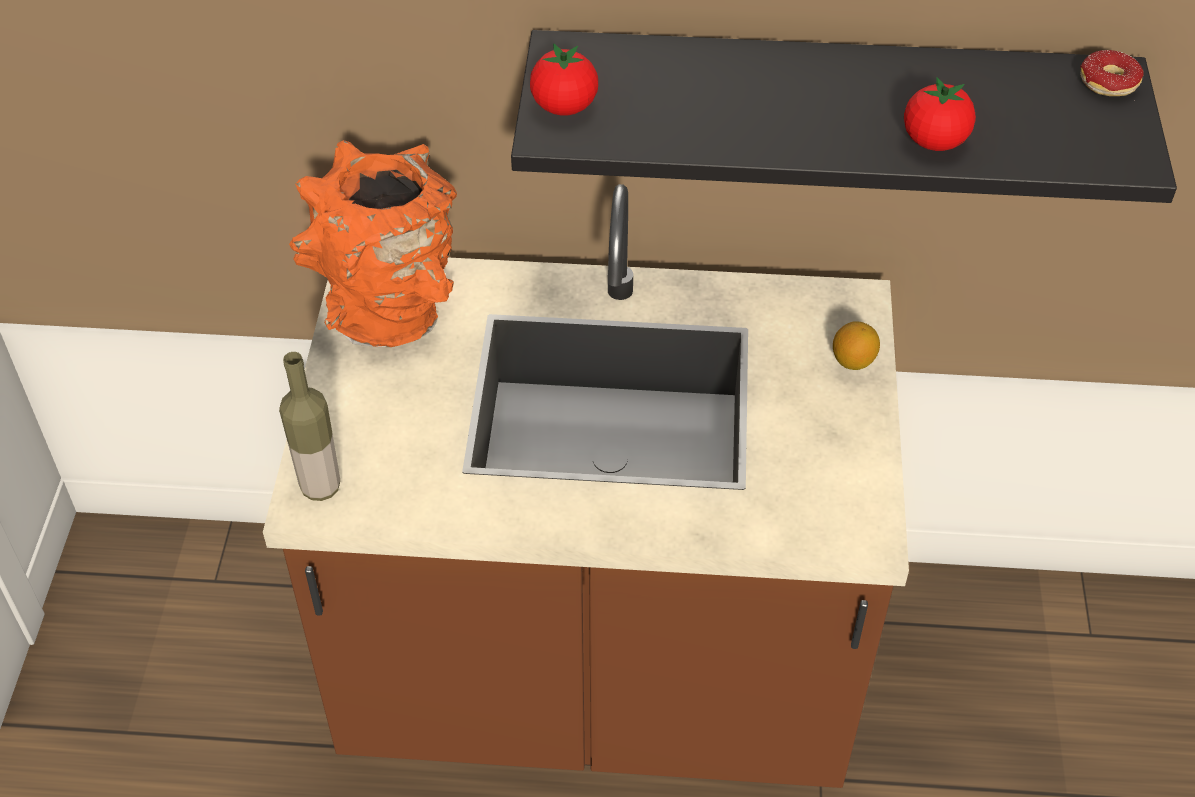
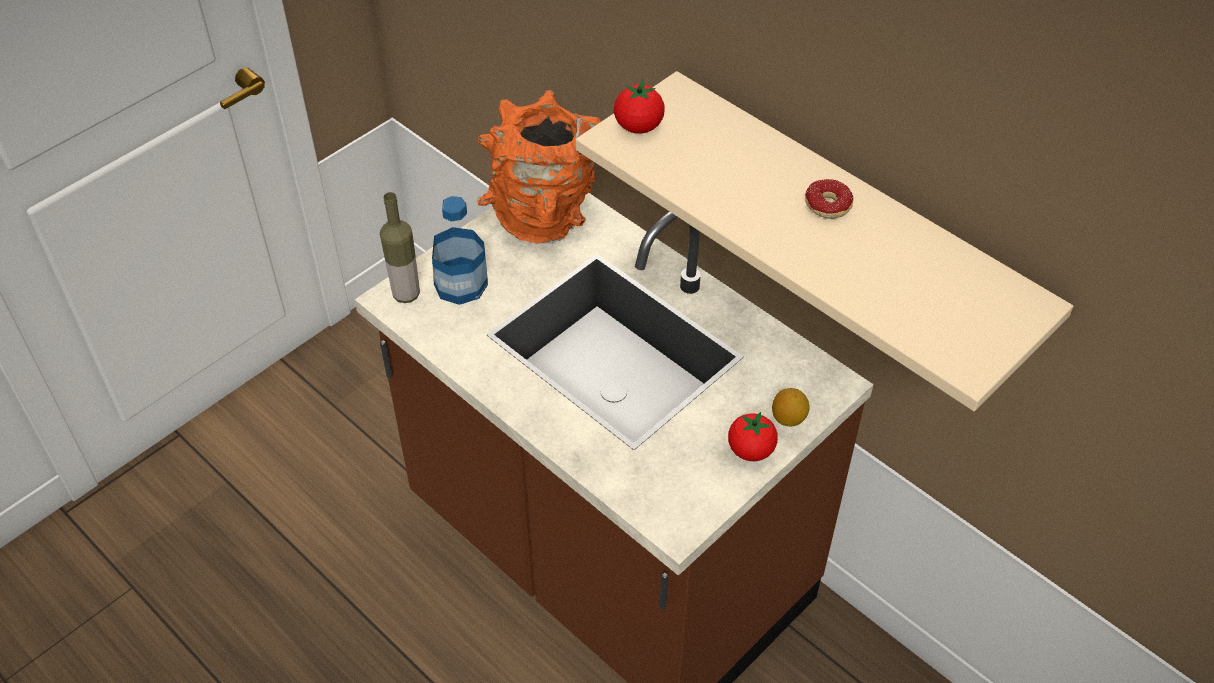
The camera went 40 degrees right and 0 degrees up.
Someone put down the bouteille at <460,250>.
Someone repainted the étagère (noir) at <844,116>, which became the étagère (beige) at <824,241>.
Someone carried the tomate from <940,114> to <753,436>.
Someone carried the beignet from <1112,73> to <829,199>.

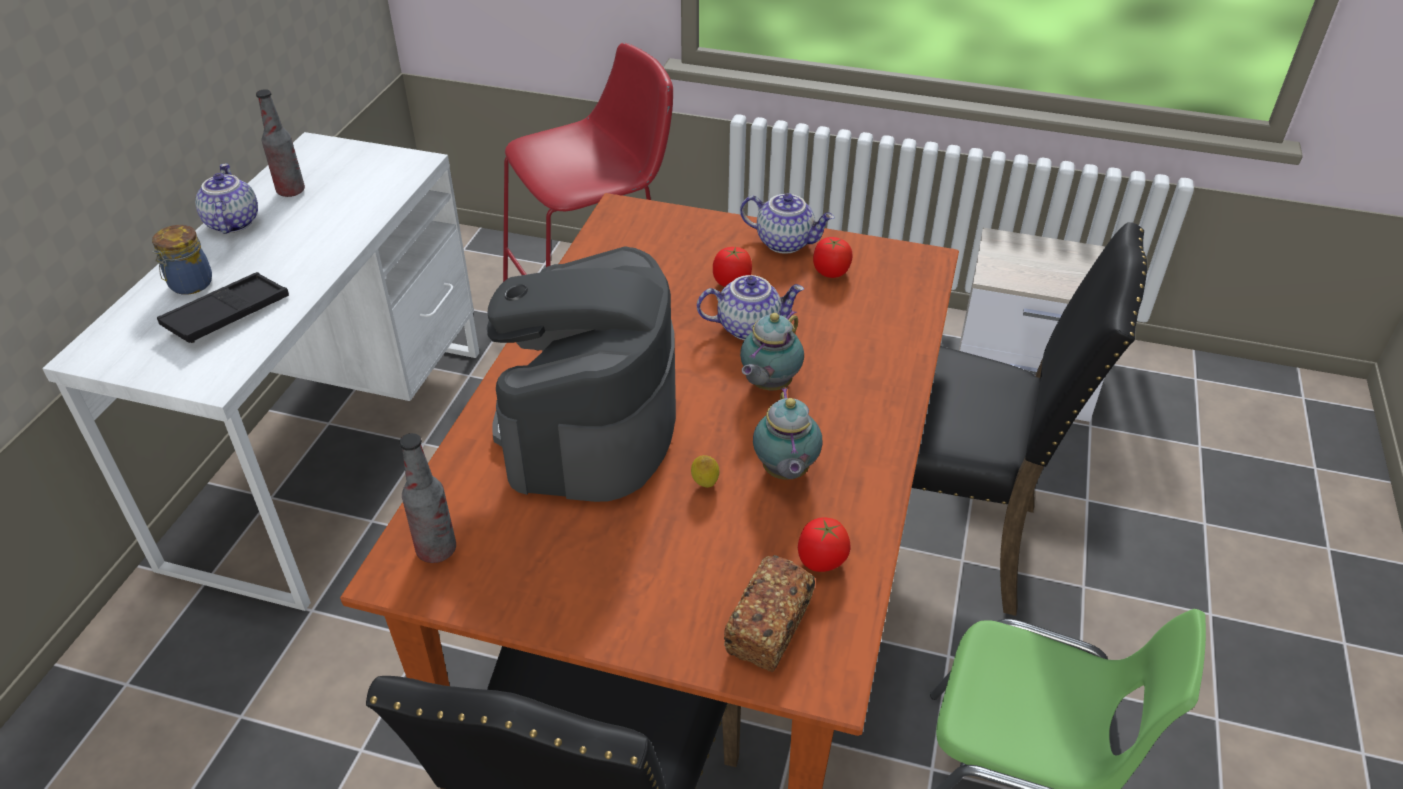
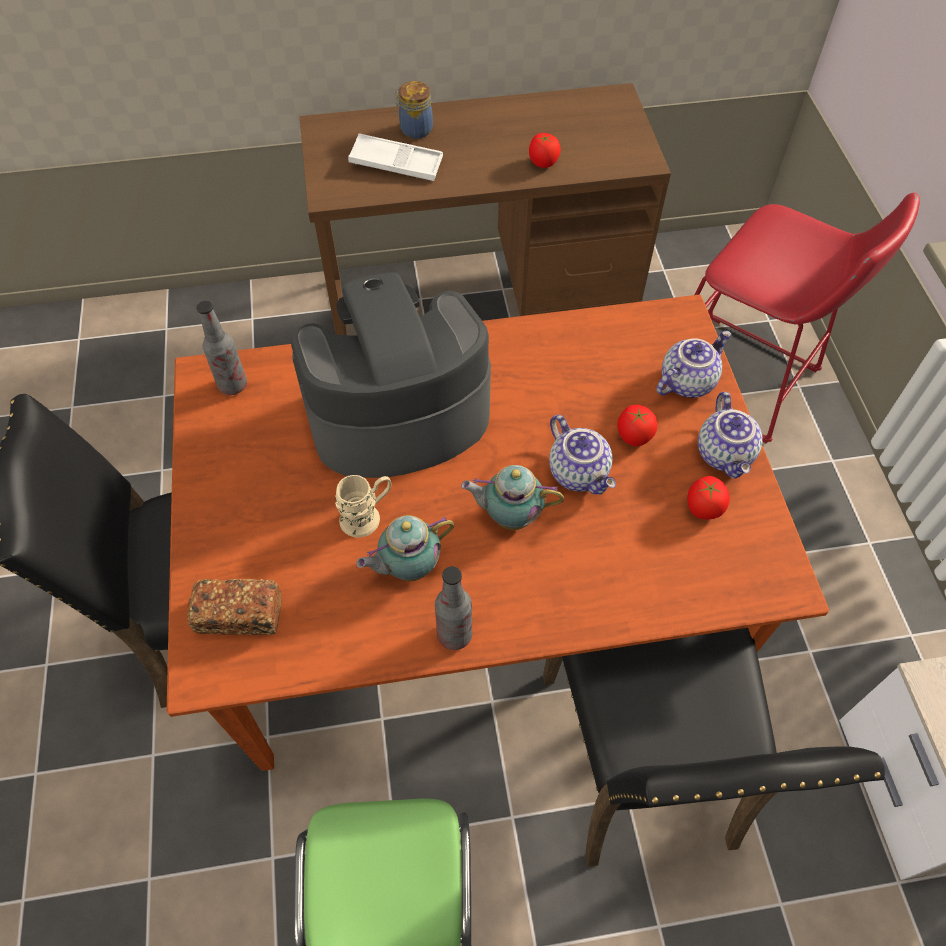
The camera went 65 degrees right and 15 degrees up.
Someone repainted the bureau (blanc) at <260,371>, which became the bureau (marron) at <485,209>.
Someone swapped the citron at <705,471> for the mug (beige) at <363,506>.
Someone repainted the plateau (noir) at <223,307>, which became the plateau (blanc) at <395,157>.
Someone carried the bouteille from <280,143> to <453,608>.
Someone carried the tomate from <824,544> to <545,150>.
Someone carried the théière from <226,198> to <693,364>.

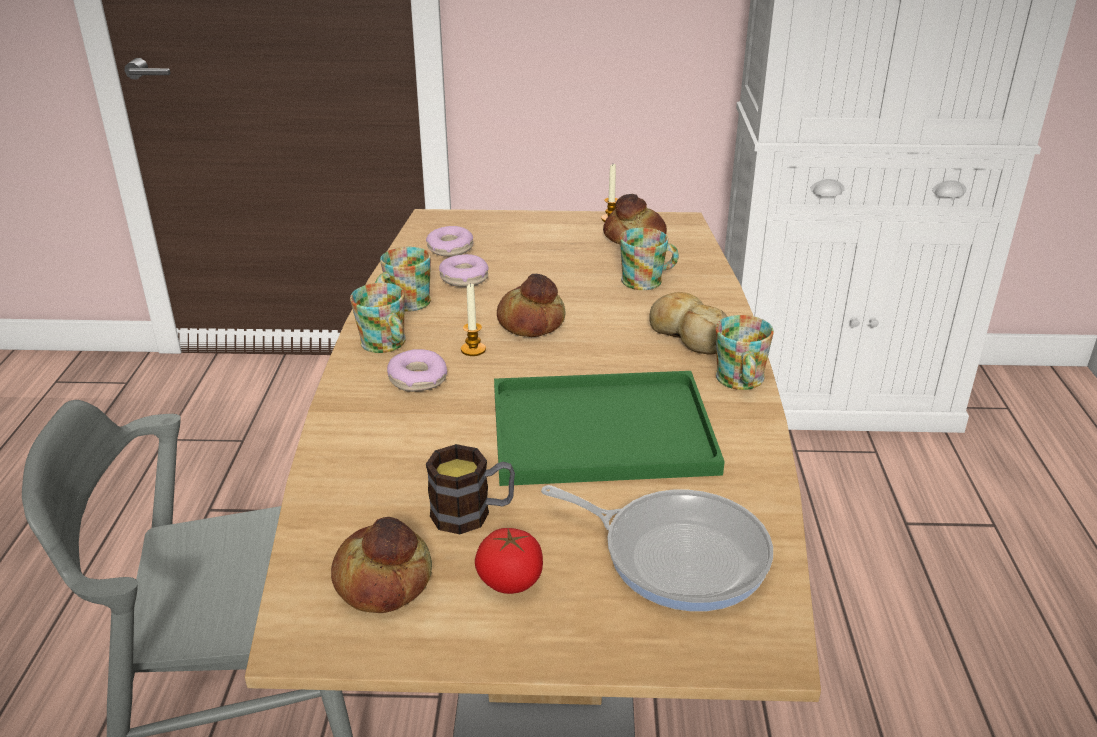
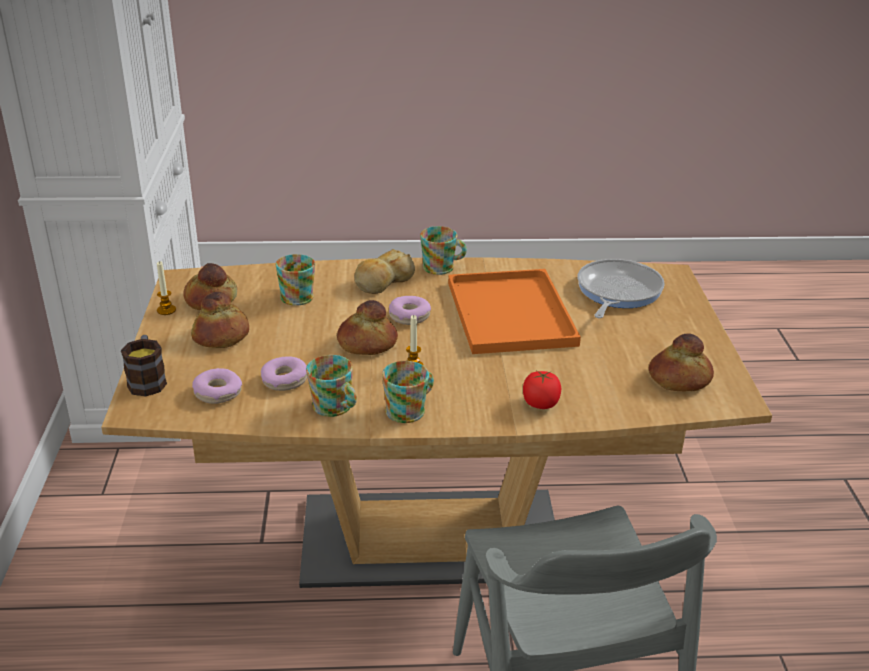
The camera went 95 degrees left and 0 degrees up.
Someone carried the mug from <470,489> to <144,366>.
Someone put down the pain at <220,320>.
Someone carried the beignet from <417,370> to <410,310>.
Someone repainted the plateau (vert) at <609,428>, which became the plateau (orange) at <514,311>.
Someone carried the tomate from <509,561> to <542,390>.

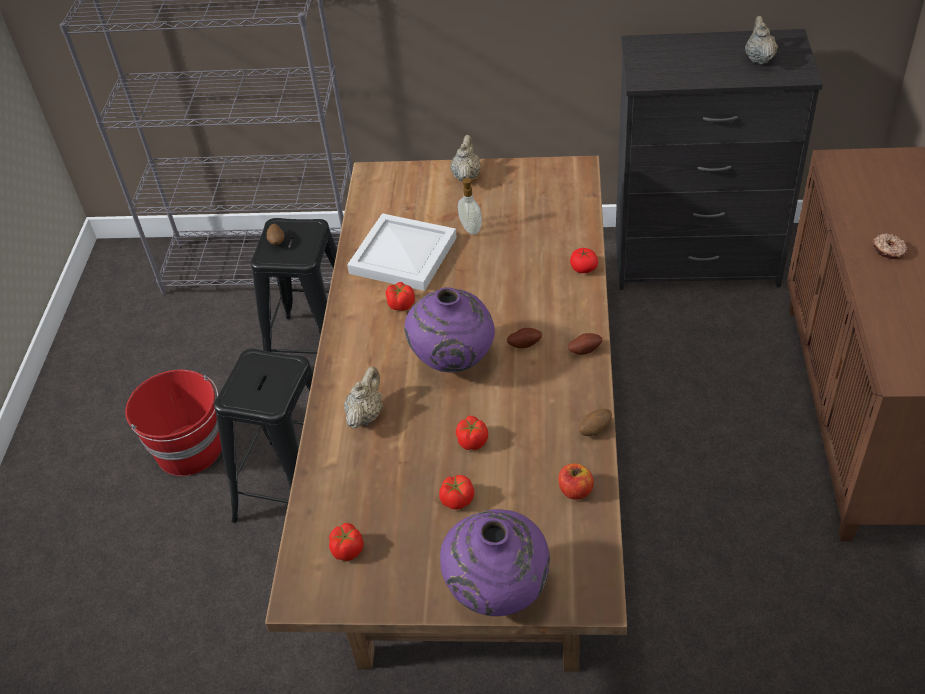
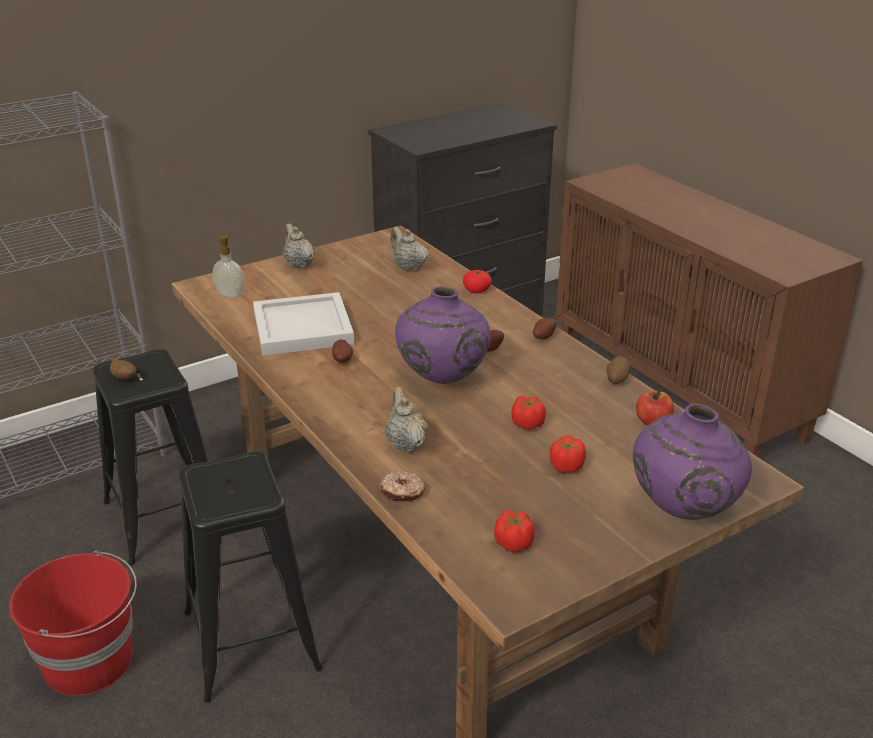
The camera went 40 degrees left and 15 degrees down.
Someone carried the distributeur de savon from <470,206> to <228,266>.
Someone swapped the tomate at <400,296> for the pomme de terre at <342,350>.
Someone carried the beignet from <890,246> to <402,486>.
Someone carried the théière (beige) from <761,40> to <409,248>.

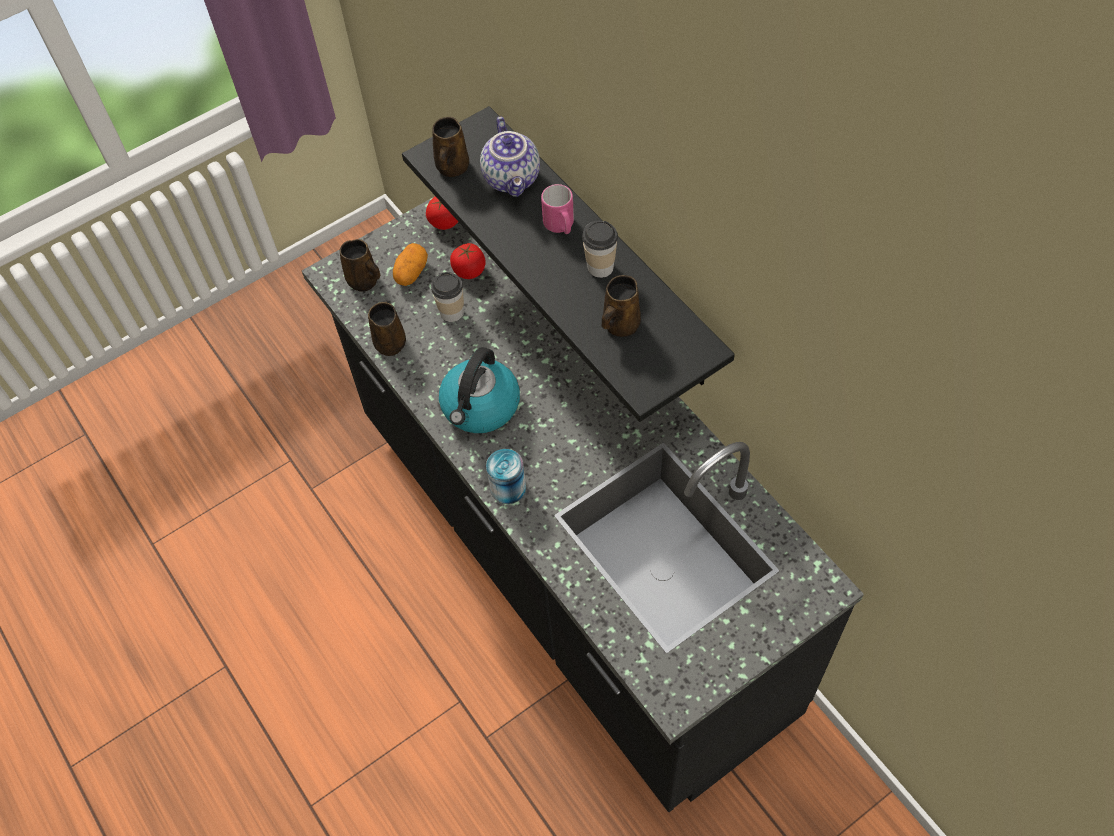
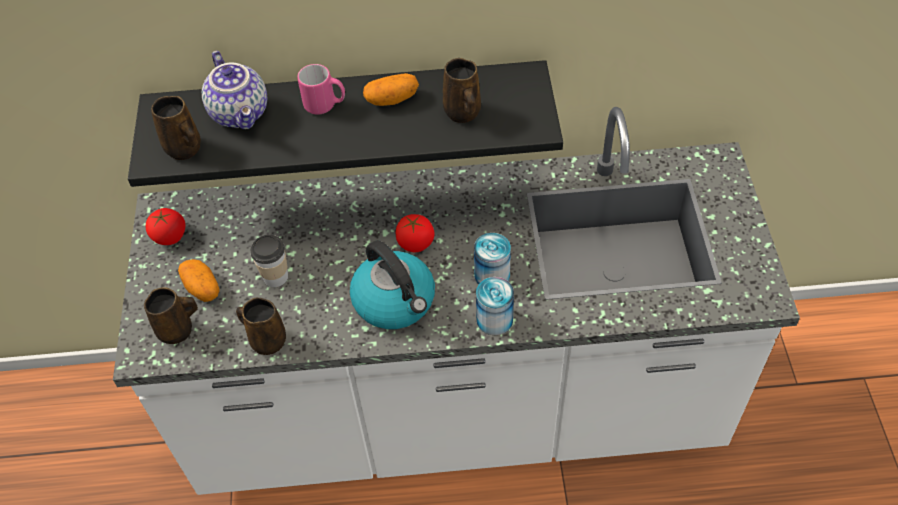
The camera went 60 degrees left and 5 degrees down.
Someone repainted the comptoir de cuisine (noir) at <583,504>, which became the comptoir de cuisine (blanc) at <456,301>.
Someone rotated the théière at <510,157> by 45 degrees clockwise.
Someone swapped the tasse at <600,249> for the pomme de terre at <391,89>.
Someone carried the tomate from <467,261> to <415,233>.
Someone put down the boîte métallique at <492,259>.

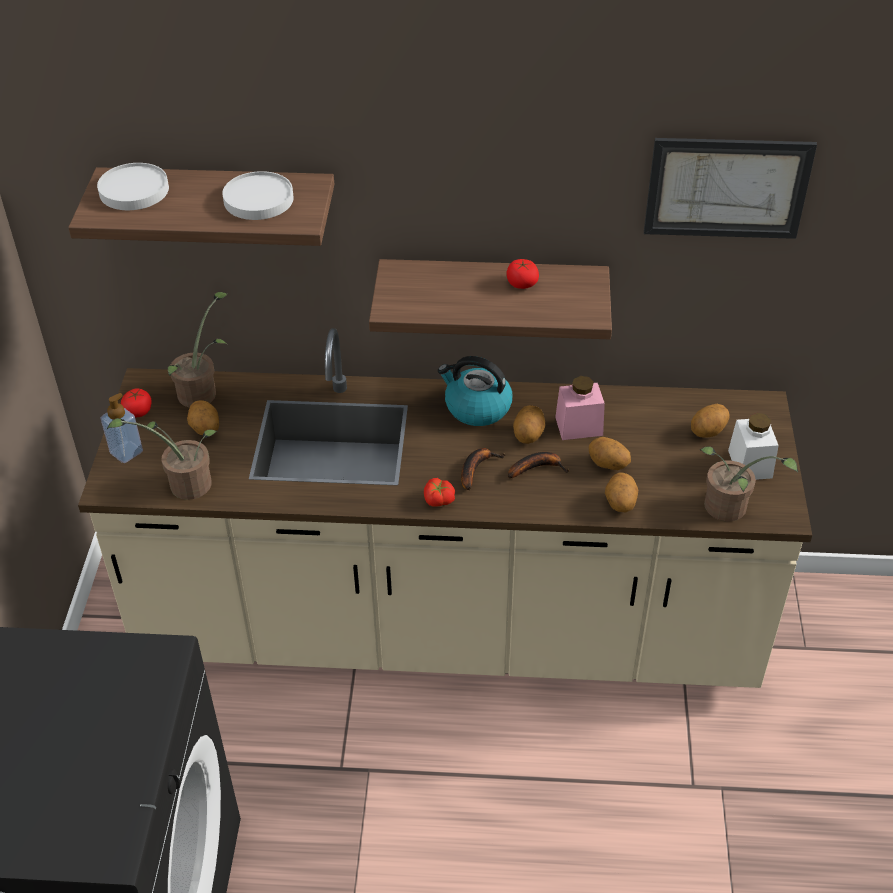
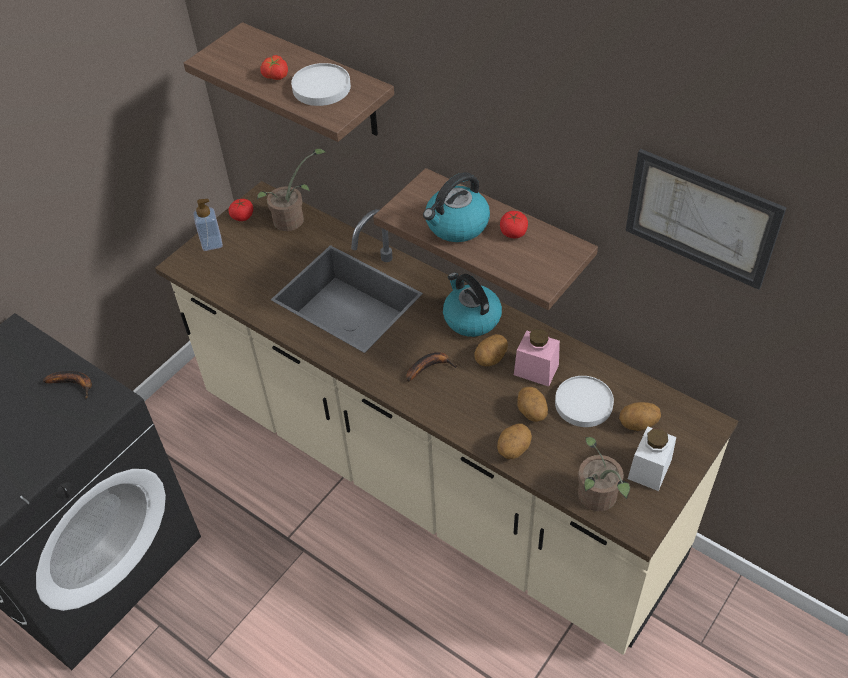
The camera went 35 degrees right and 5 degrees up.
Someone carried the banane from <538,465> to <67,385>.
Someone carried the tomate from <439,492> to <274,67>.
Someone put down the bouilloire at <456,207>.
Someone carried the assiette (blanc) from <133,186> to <584,401>.
Someone took away the plante en pot at <162,459>.
Someone took away the pomme de terre at <203,417>.

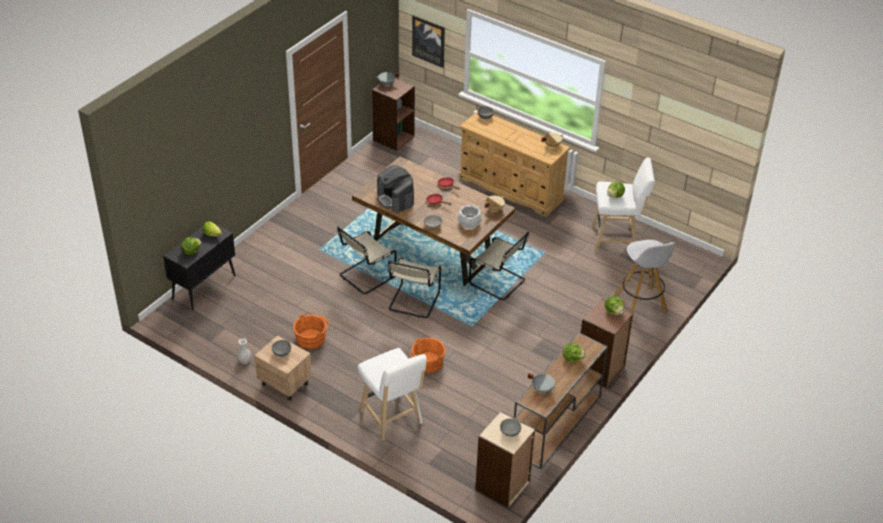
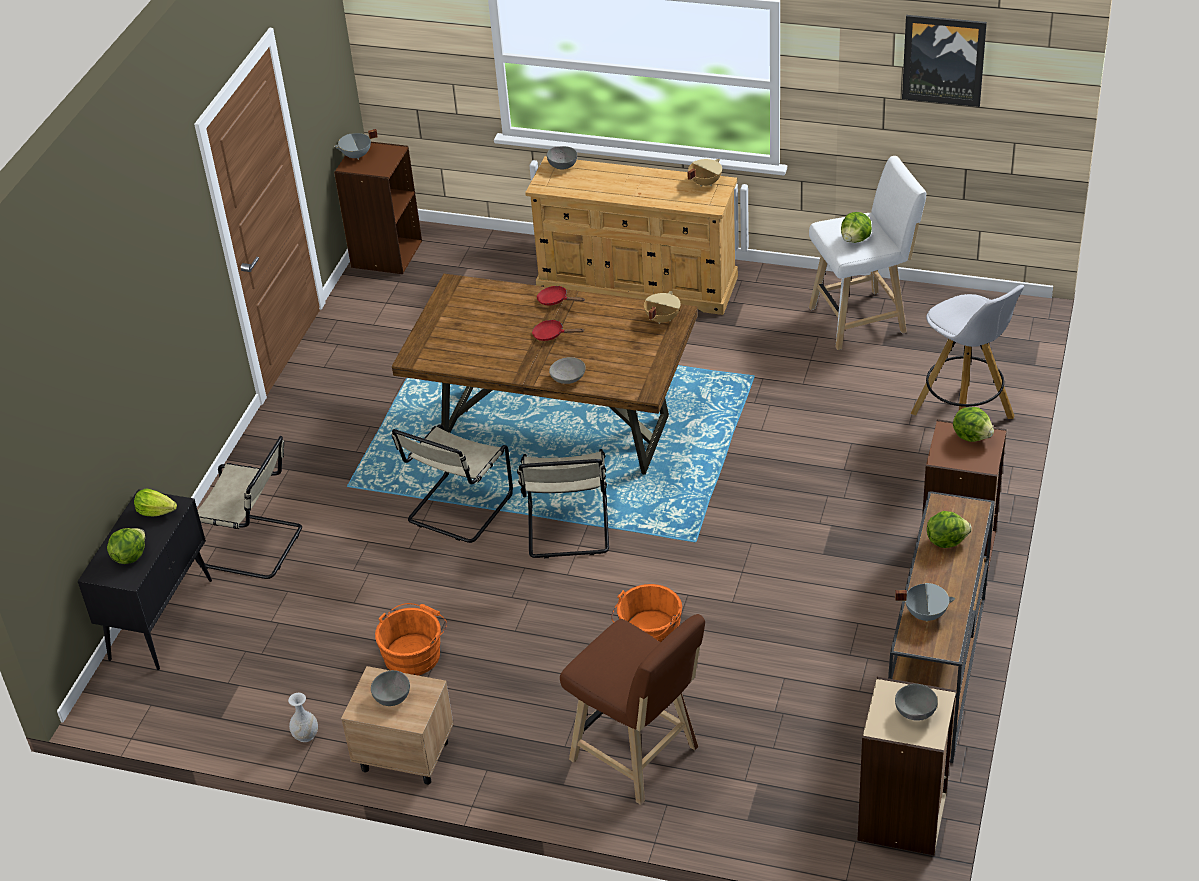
The camera went 15 degrees left and 0 degrees up.
Someone carried the chaise (beige) from <499,265> to <248,507>.
Someone repainted the tabouret (blanc) at <392,394>, which became the tabouret (marron) at <632,709>.
Someone carried the tableau from <428,41> to <944,61>.
Someone took away the machine à café at <395,189>.
Someone took away the marmite at <469,216>.

